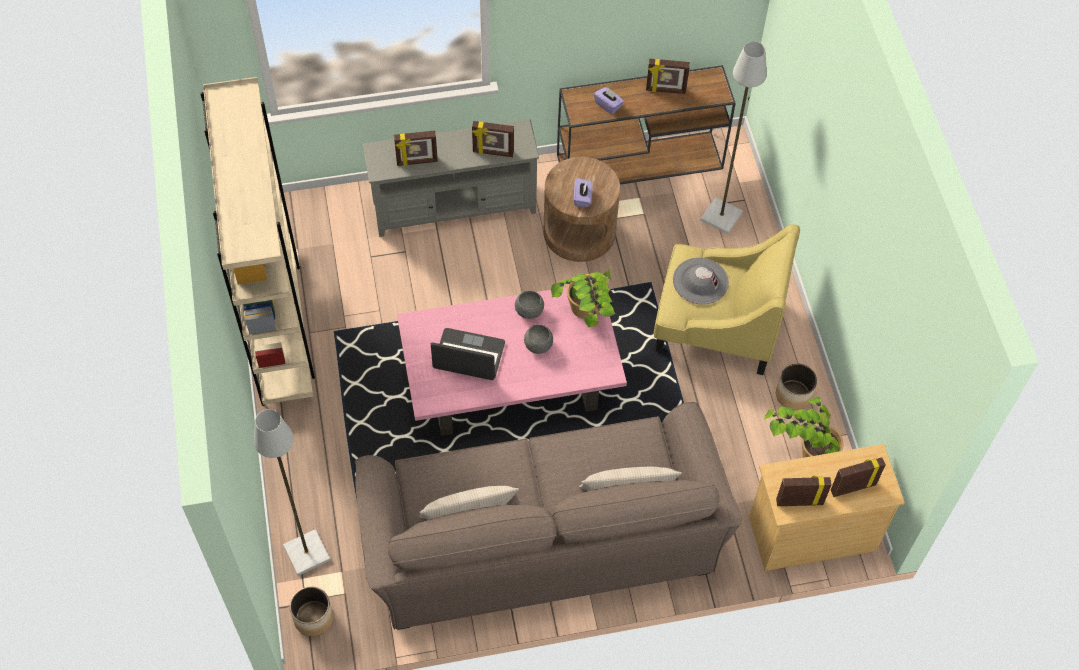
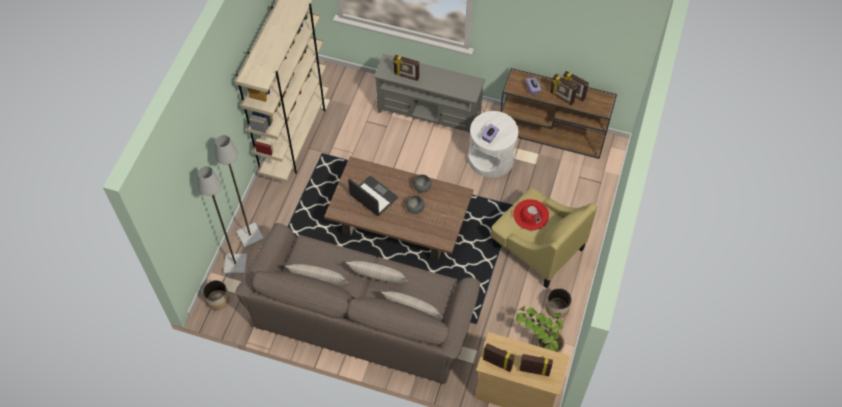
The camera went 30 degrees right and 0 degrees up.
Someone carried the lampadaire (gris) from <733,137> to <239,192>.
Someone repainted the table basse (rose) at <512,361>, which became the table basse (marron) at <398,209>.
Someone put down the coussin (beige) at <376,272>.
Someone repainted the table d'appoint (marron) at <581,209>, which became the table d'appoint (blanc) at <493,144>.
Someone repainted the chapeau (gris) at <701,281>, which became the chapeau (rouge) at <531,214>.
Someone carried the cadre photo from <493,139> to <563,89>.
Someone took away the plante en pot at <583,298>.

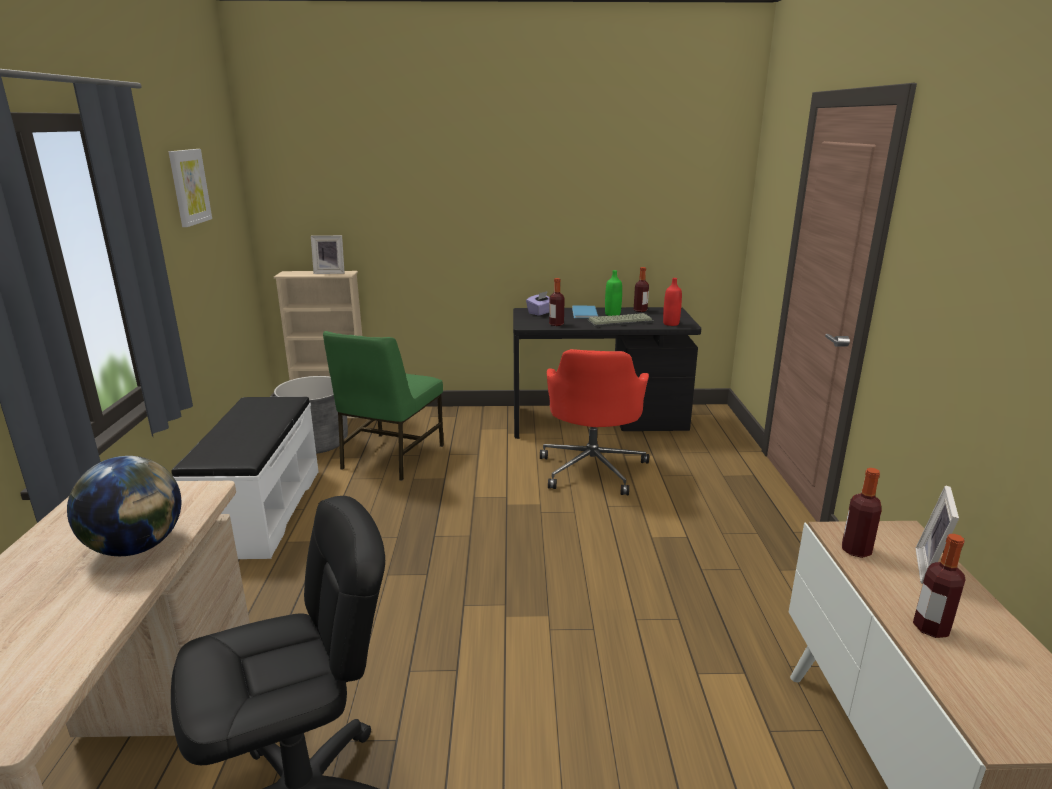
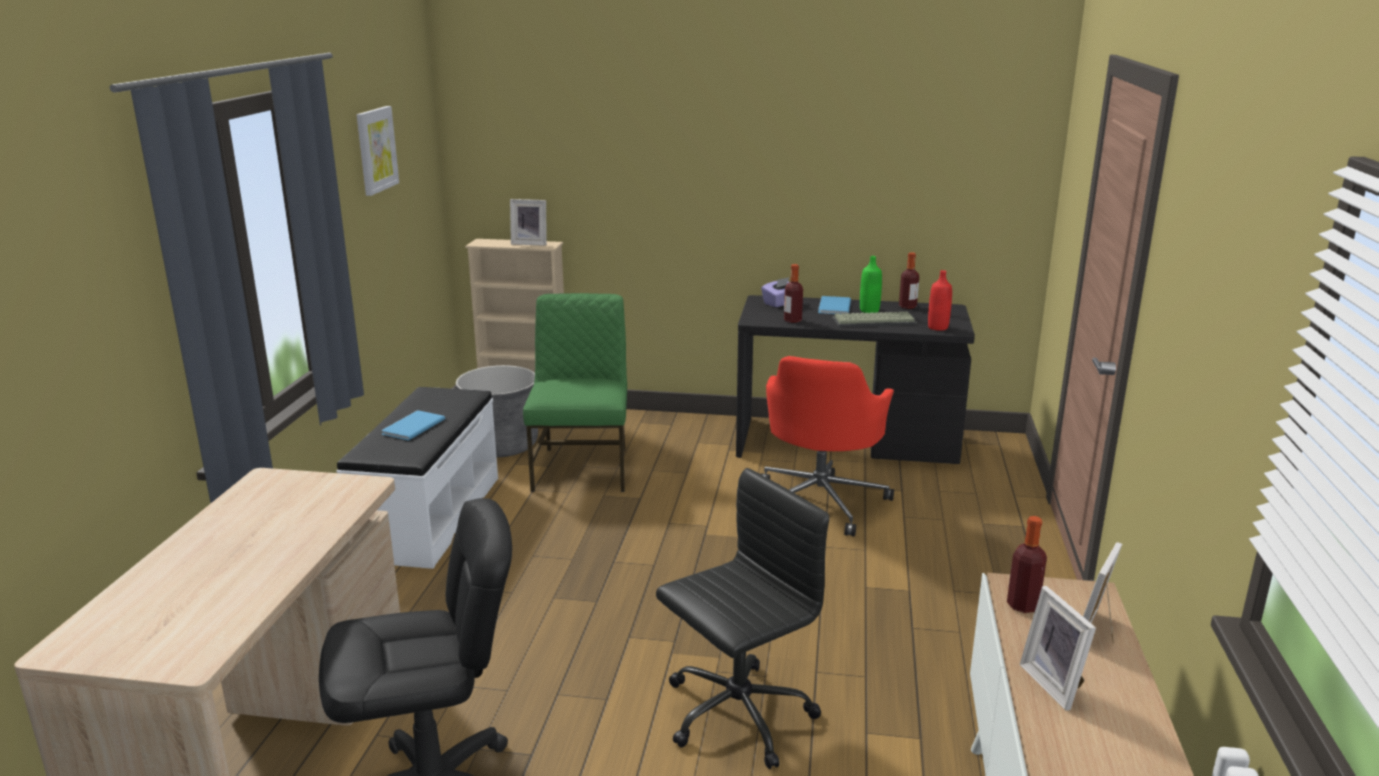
The camera went 10 degrees right and 0 degrees up.
Someone put down the livre (bleu) at <413,425>.
Someone rotated the chaise (vert) at <383,406> by 150 degrees clockwise.
Someone put down the chaise de bureau (noir) at <742,618>.
Someone swapped the bouteille at <939,586> for the cadre photo at <1058,648>.
Someone took away the globe at <124,506>.

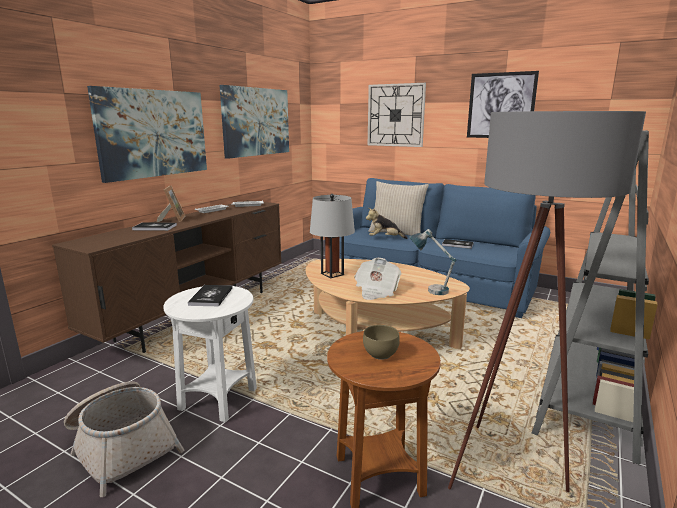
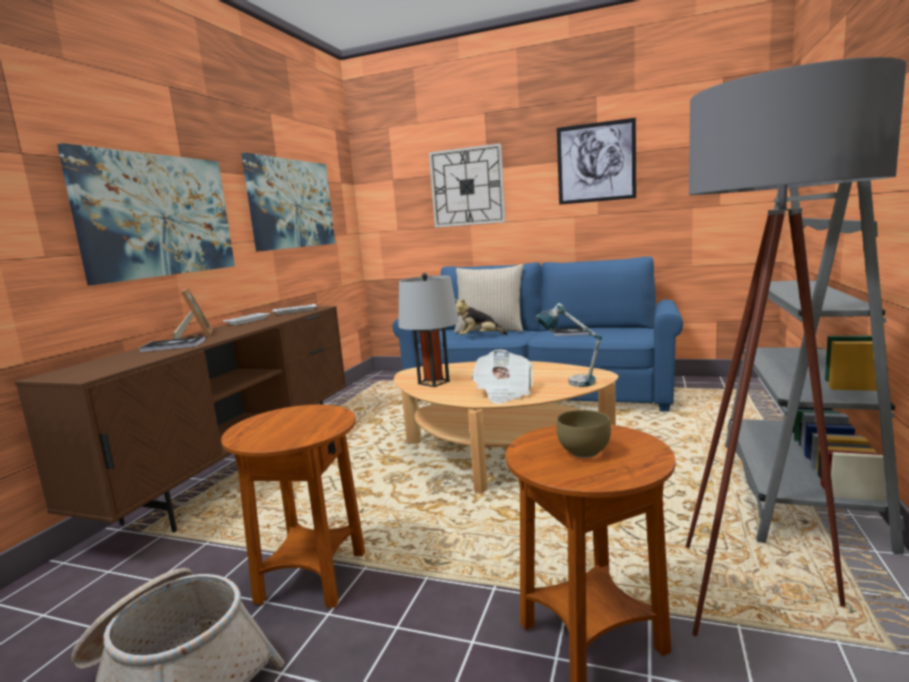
The camera went 10 degrees left and 5 degrees down.
Someone repainted the table d'appoint (blanc) at <210,354>, which became the table d'appoint (marron) at <293,506>.
Someone took away the livre at <210,295>.

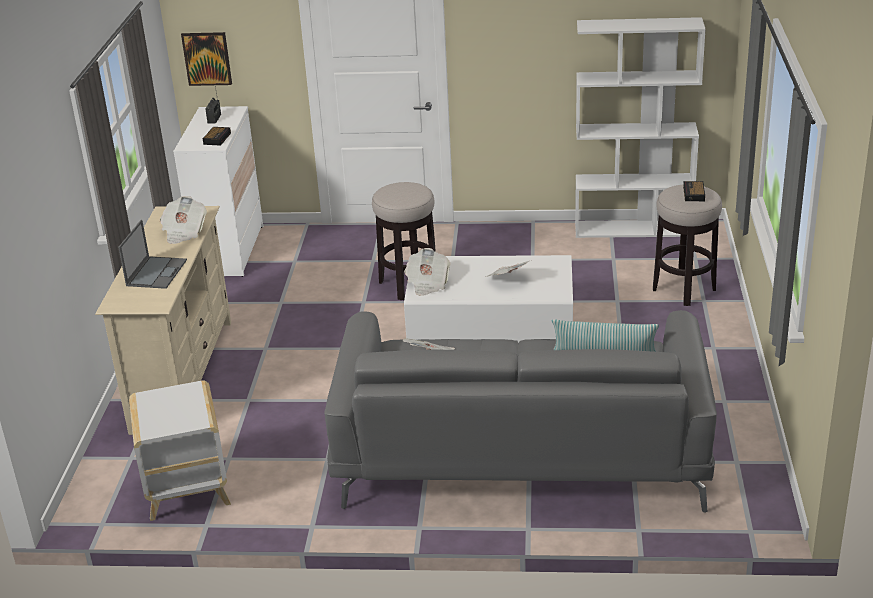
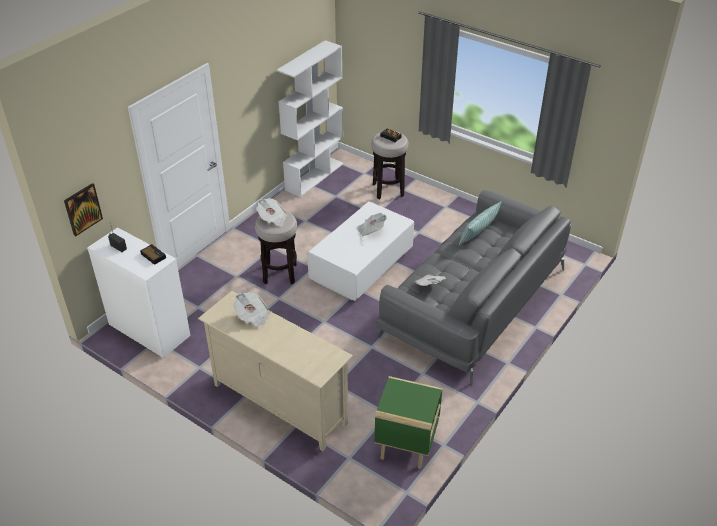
The camera went 60 degrees left and 10 degrees up.
Someone carried the journal from <427,272> to <271,212>.
Someone repainted the table d'appoint (blanc) at <180,450>, which became the table d'appoint (vert) at <409,422>.
Someone took away the ordinateur portable at <152,254>.

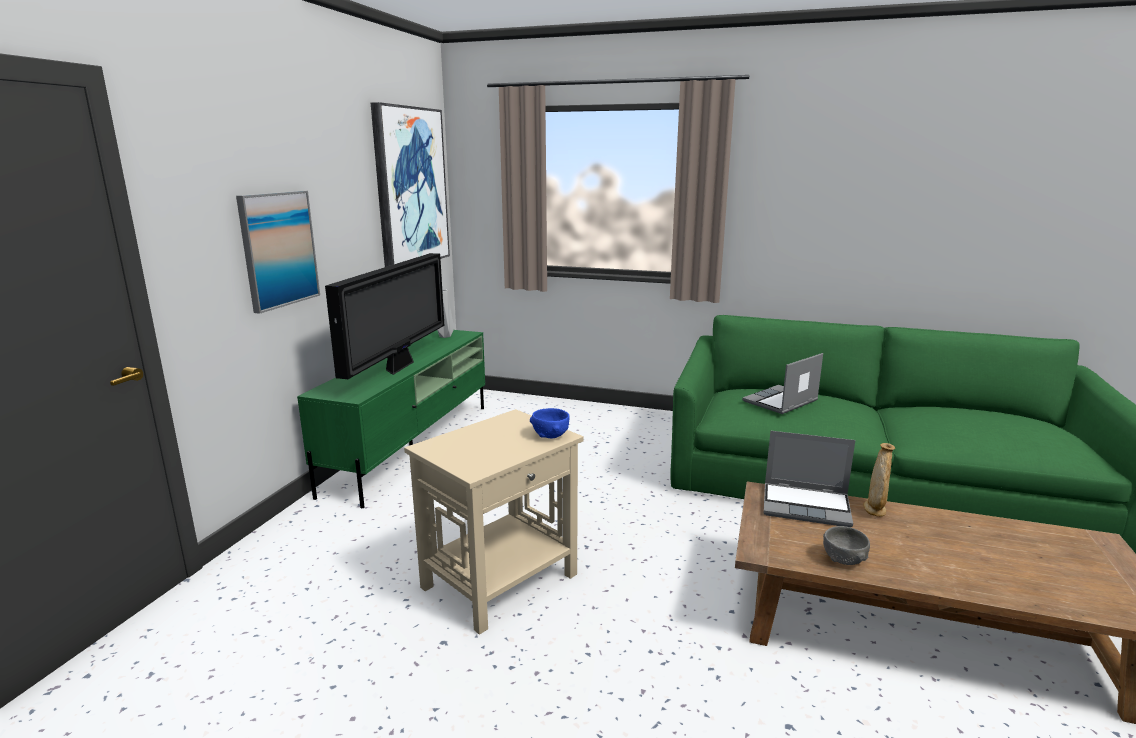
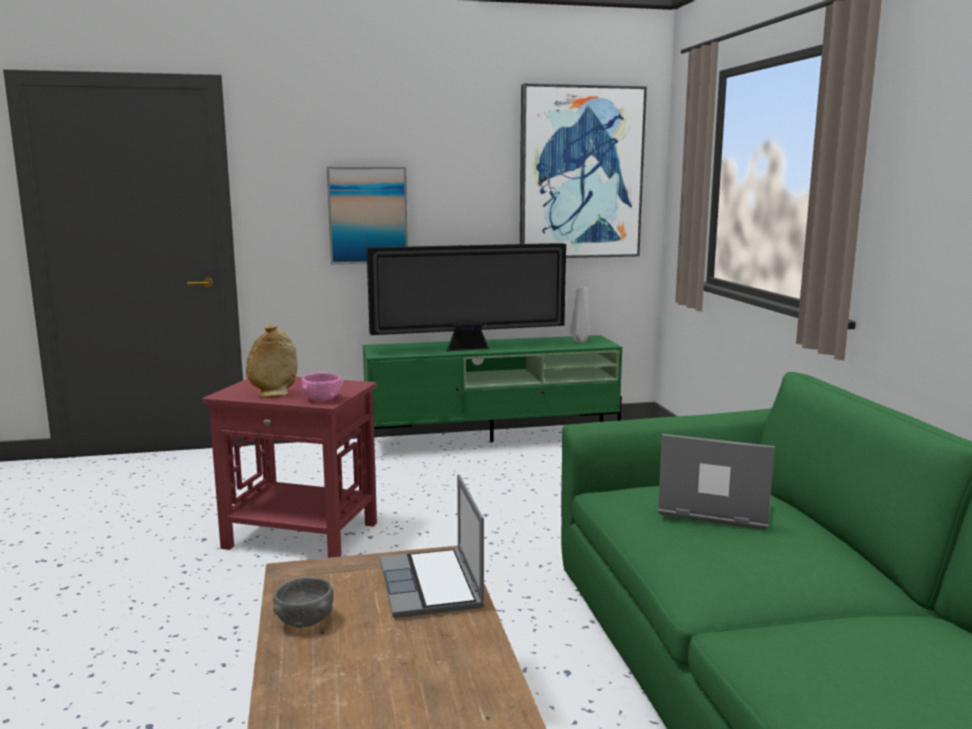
The camera went 60 degrees right and 5 degrees down.
Someone repainted the table d'appoint (beige) at <494,522>, which became the table d'appoint (rouge) at <289,467>.
Someone carried the vase (beige) from <879,480> to <272,361>.
Someone repainted the bol (bleu) at <550,423>, which became the bol (rose) at <322,387>.

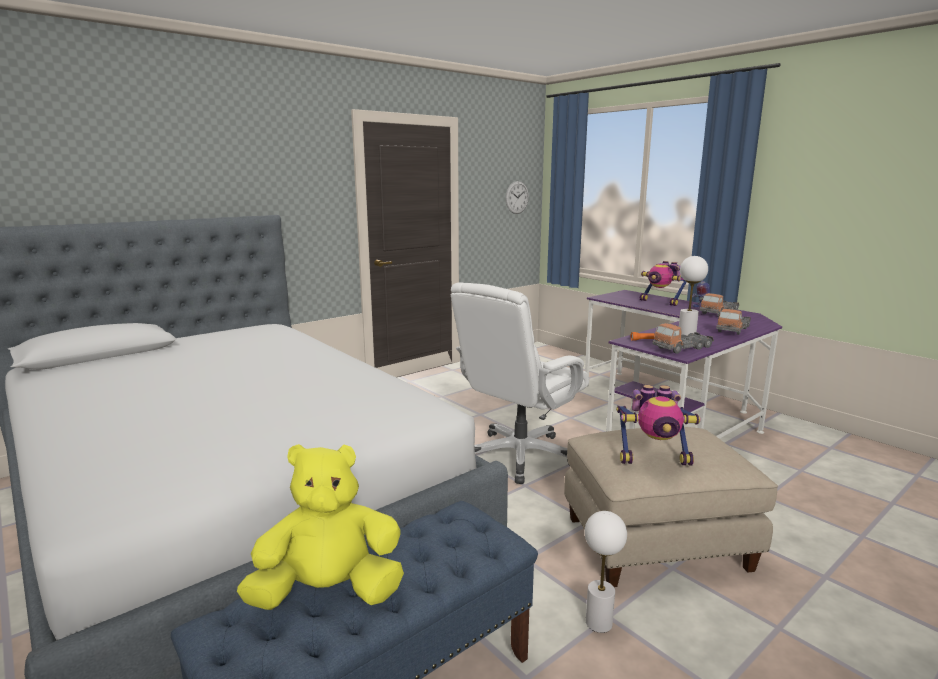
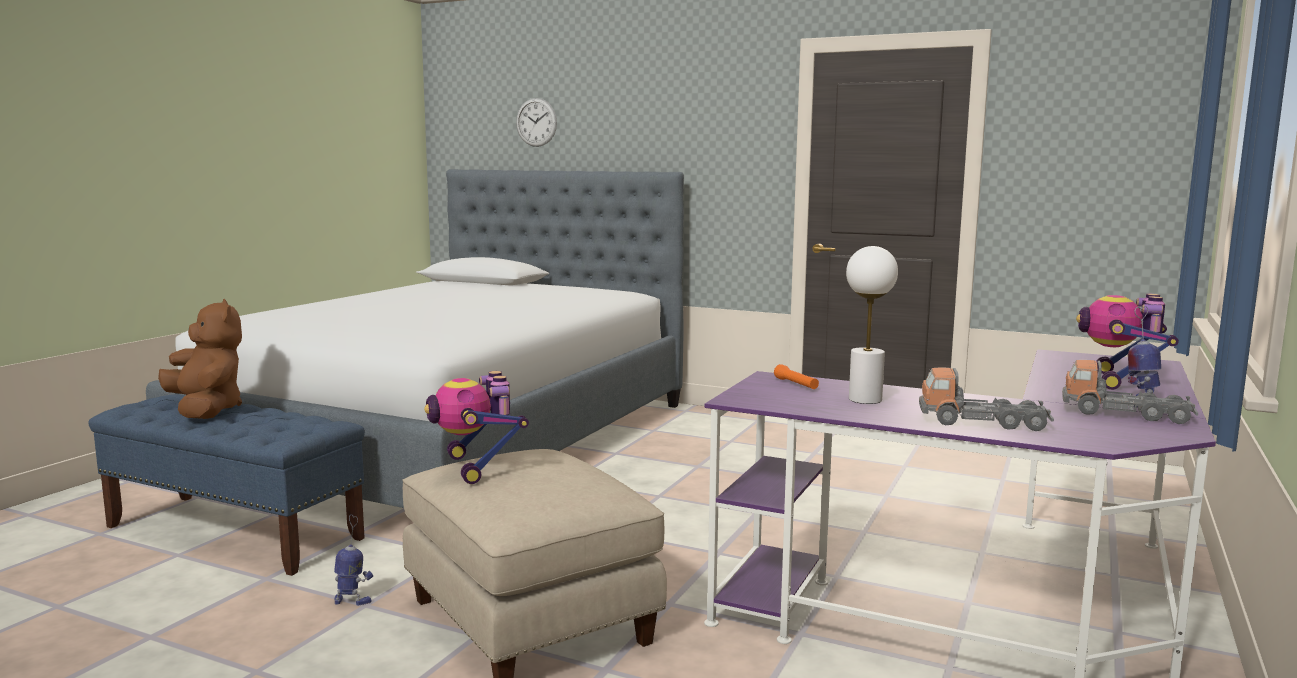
The camera went 65 degrees right and 5 degrees down.
Someone repainted the peluche (jaune) at <320,527>, which became the peluche (marron) at <200,359>.
Someone swapped the lampe de table (blanc) at <605,572> for the robot jouet at <353,560>.
Someone carried the horloge murale from <517,197> to <536,122>.
Someone took away the chaise de bureau (blanc) at <520,383>.
Someone took away the camion jouet at <683,338>.

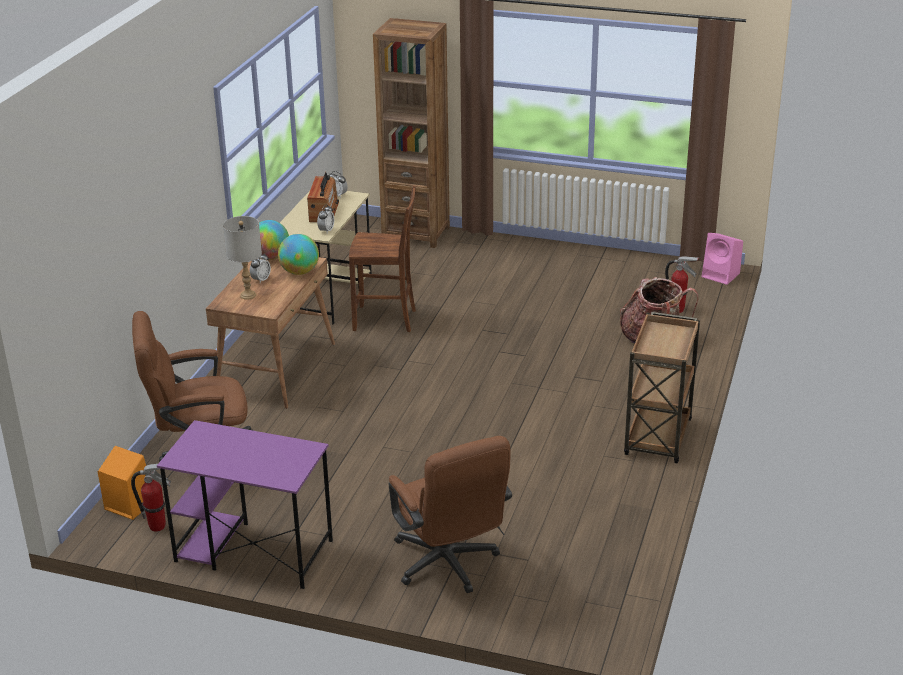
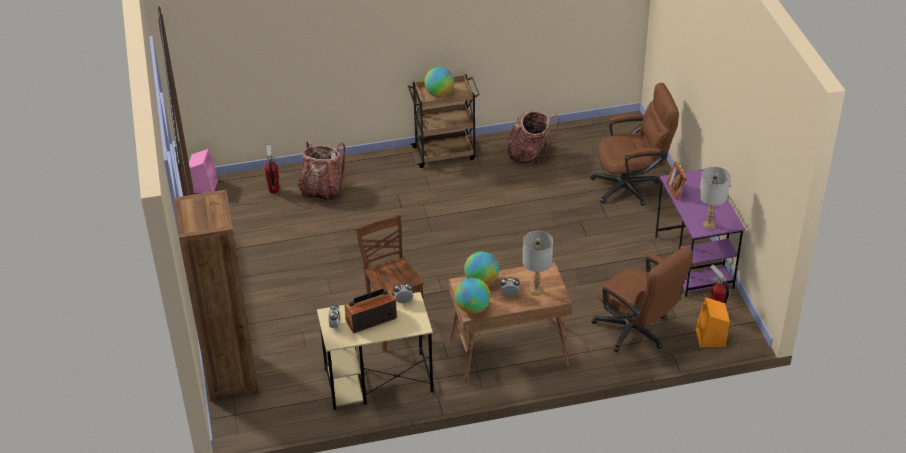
The camera went 120 degrees left and 10 degrees up.
Someone put down the globe at <439,82>.
Someone put down the sac à dos at <533,138>.
Someone rotated the chaise de bureau (marron) at <450,514> by 45 degrees clockwise.
Someone put down the cadre photo at <676,180>.
Someone put down the lampe de table (gris) at <715,198>.

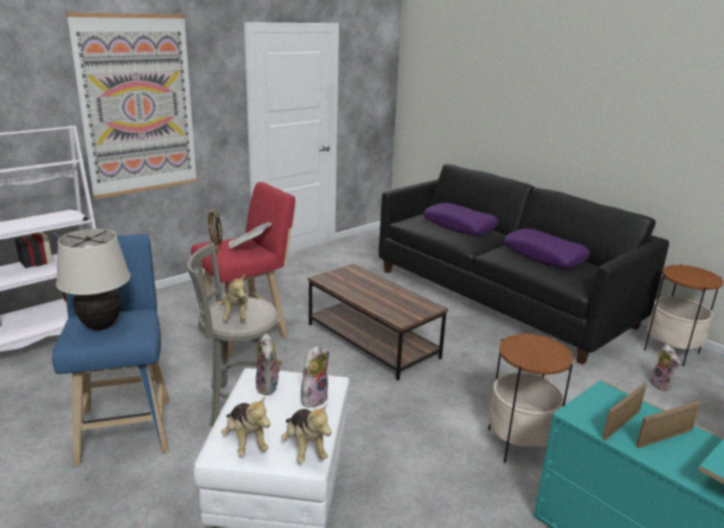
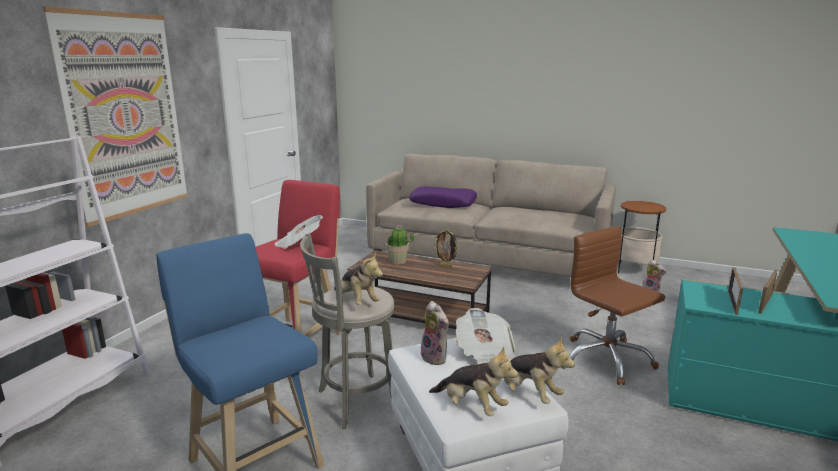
The camera went 25 degrees left and 5 degrees down.
Someone repainted the canapé (noir) at <524,264>, which became the canapé (beige) at <491,215>.
Someone put down the plante en pot at <400,245>.
Someone carried the cadre photo from <214,231> to <446,248>.
Someone swapped the peluche at <315,376> for the journal at <486,336>.
Someone swapped the table d'appoint at <530,398> for the chaise de bureau (marron) at <617,305>.
Someone took away the lampe de table (beige) at <93,279>.
Someone took away the coussin (violet) at <547,248>.

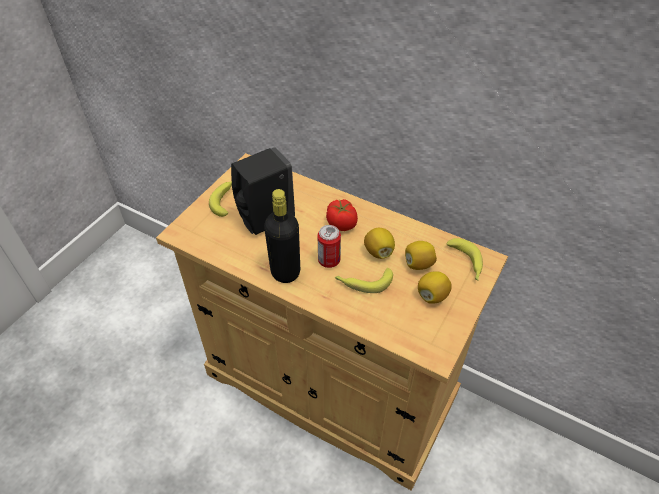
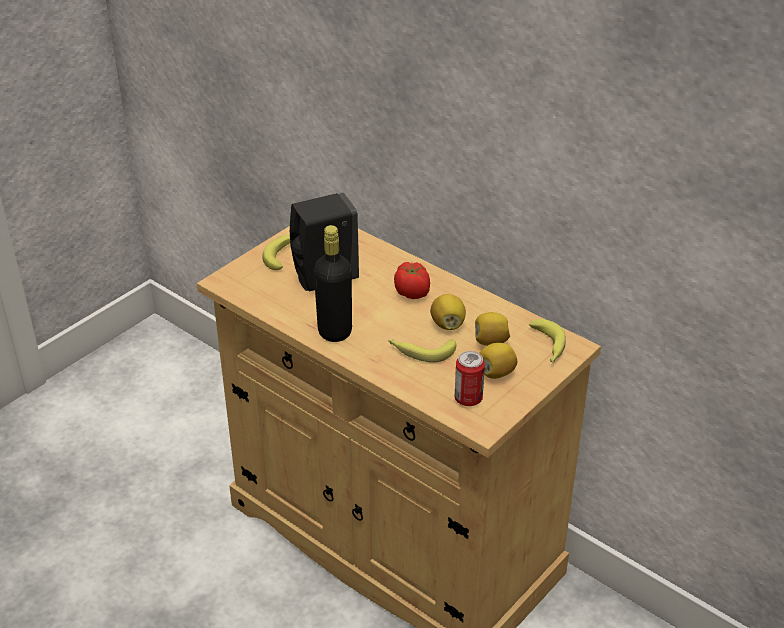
The camera went 10 degrees right and 10 degrees down.
Someone carried the boîte métallique from <329,246> to <470,378>.

